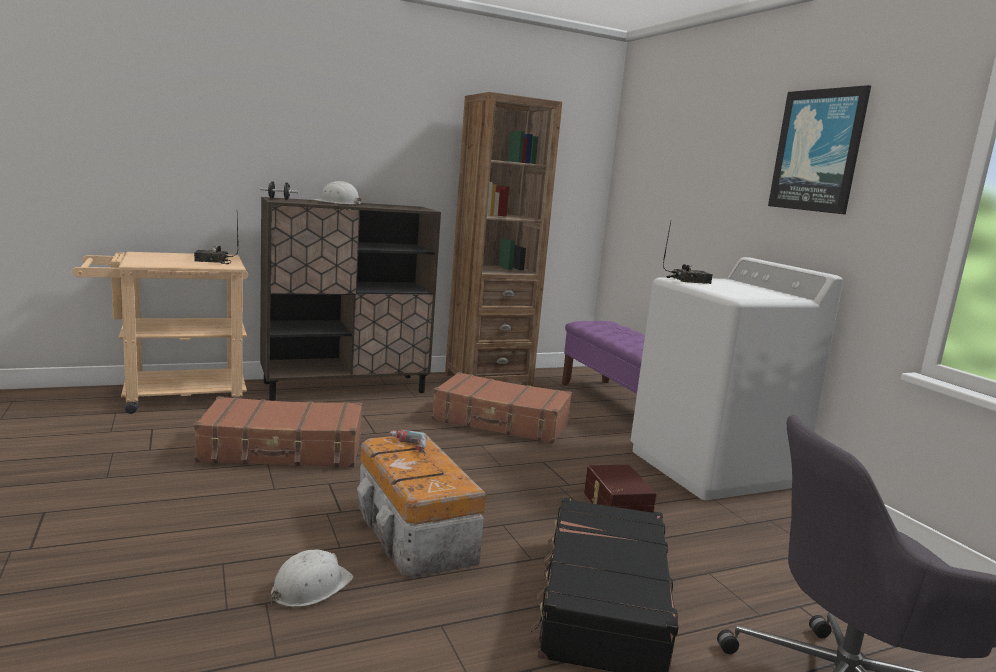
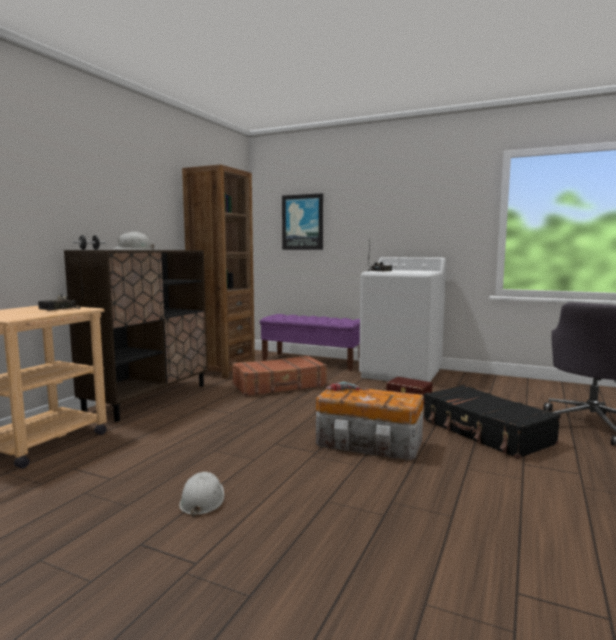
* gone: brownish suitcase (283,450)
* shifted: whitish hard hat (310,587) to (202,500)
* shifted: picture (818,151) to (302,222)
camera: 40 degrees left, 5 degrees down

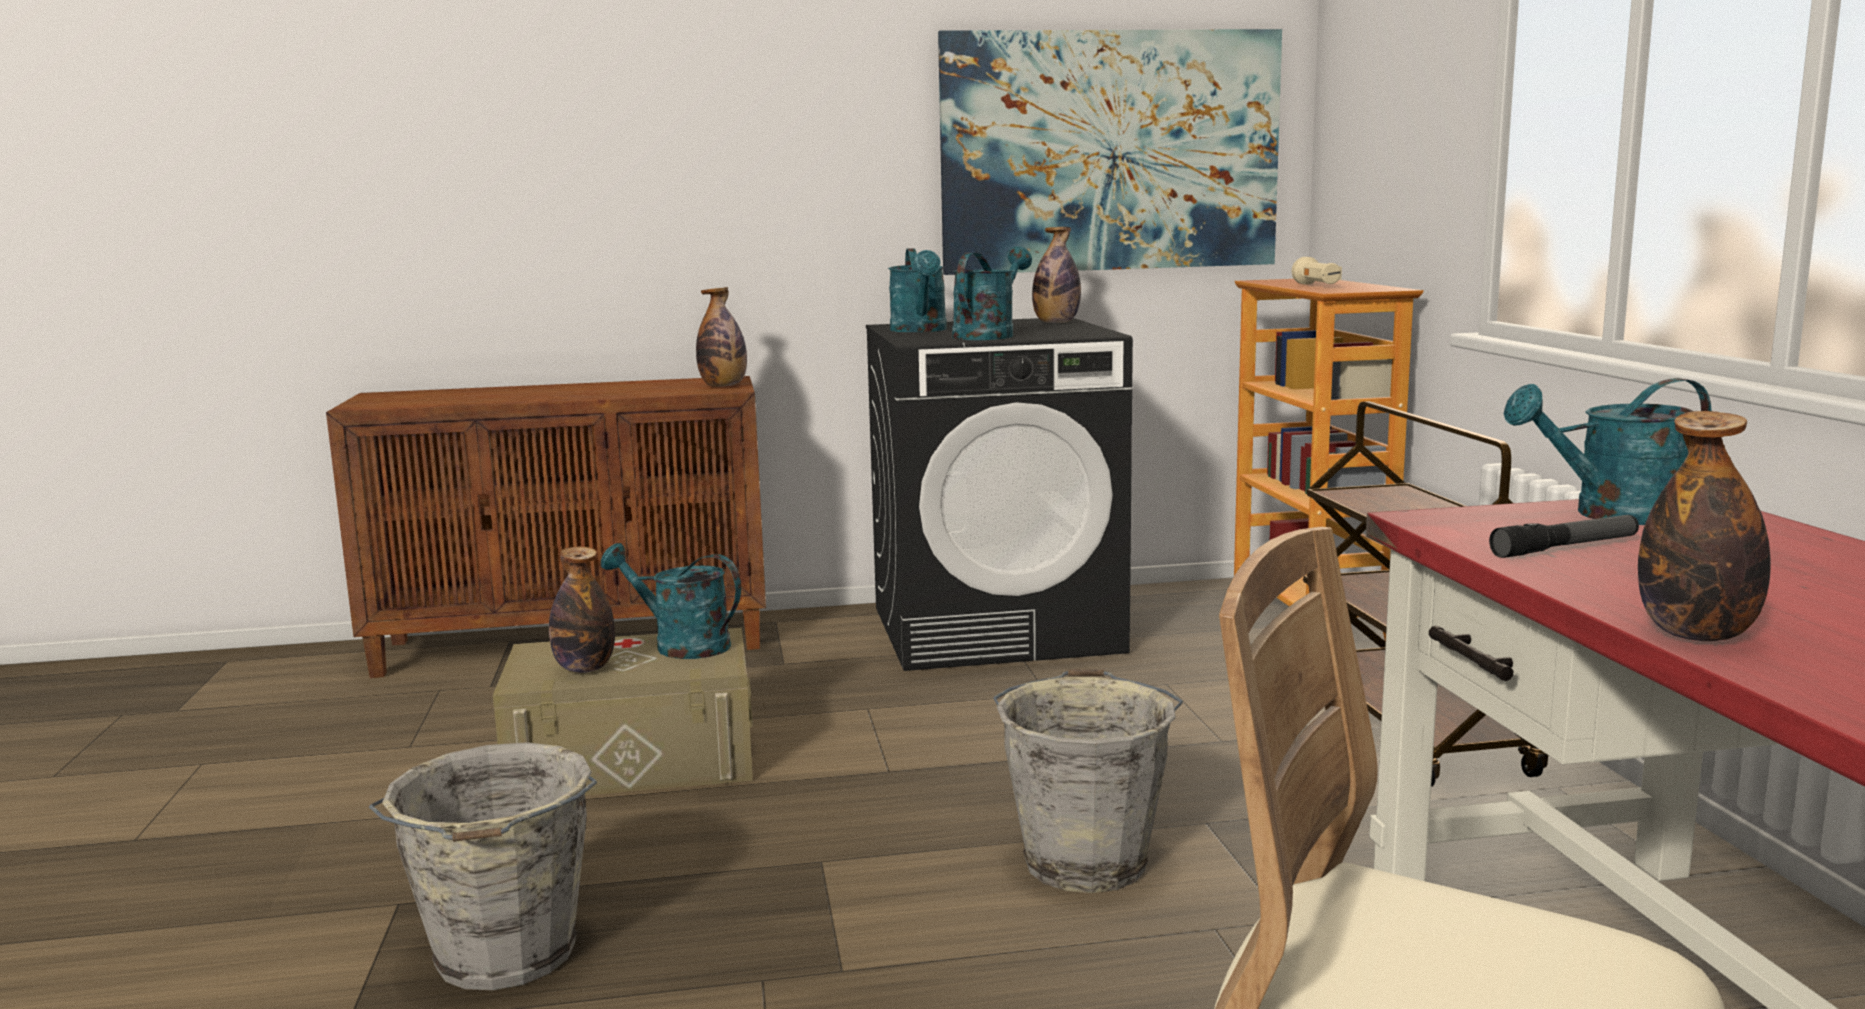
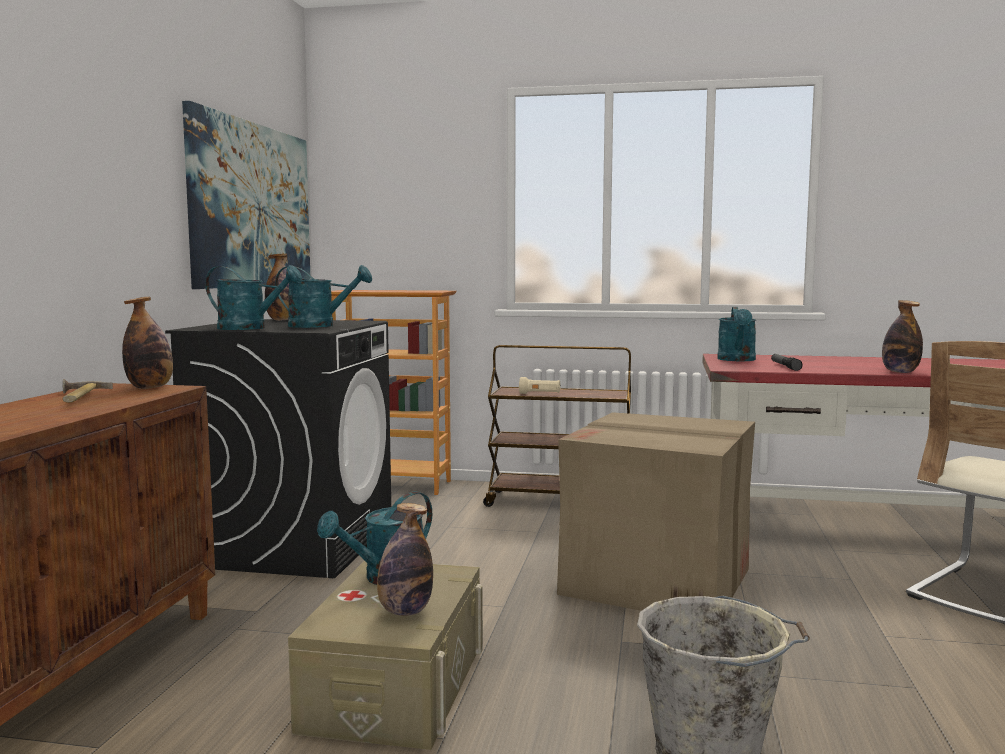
* new: tool hammer (77,398)
* shifted: beige-coloured torch (1317,286) to (540,394)
* swapped: greyish water bucket (1085,860) to carton (658,581)
* rotated: turquoise watering pot (989,335) = (320,326) 135 degrees clockwise
camera: 70 degrees left, 5 degrees down

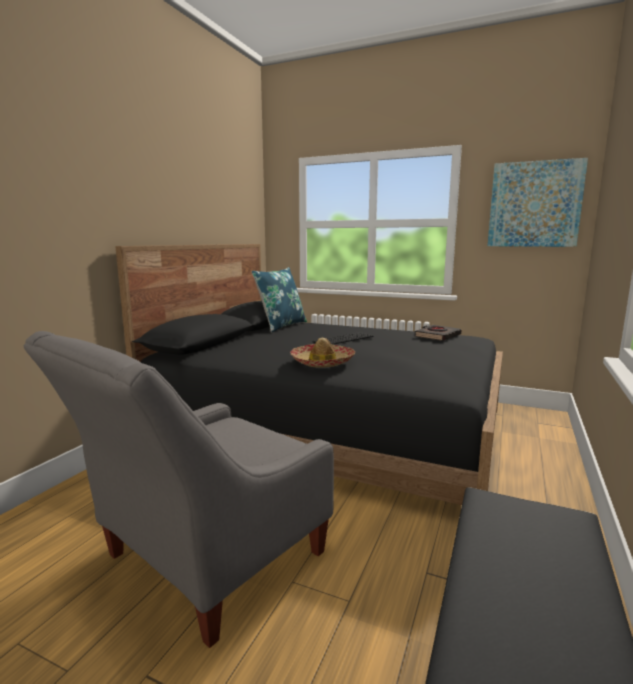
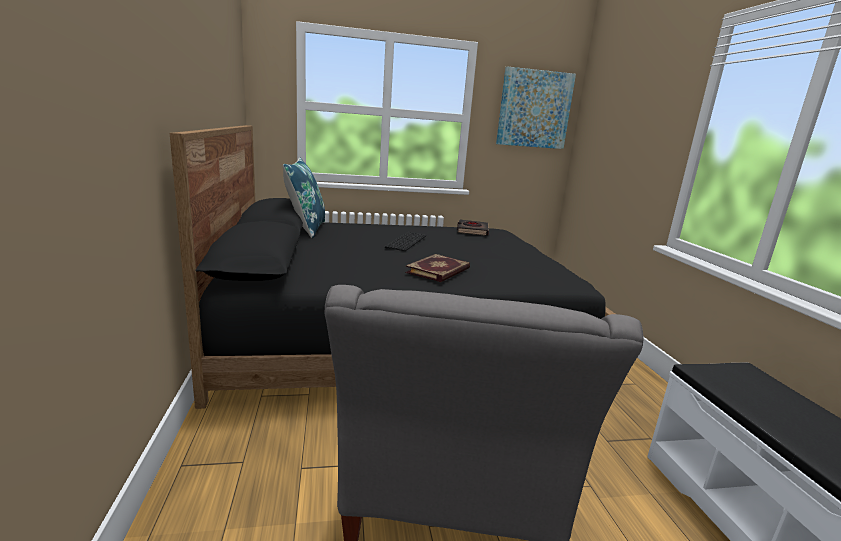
* swapped: clothing hat (322,362) to bound book (439,271)
camera: 35 degrees left, 5 degrees up

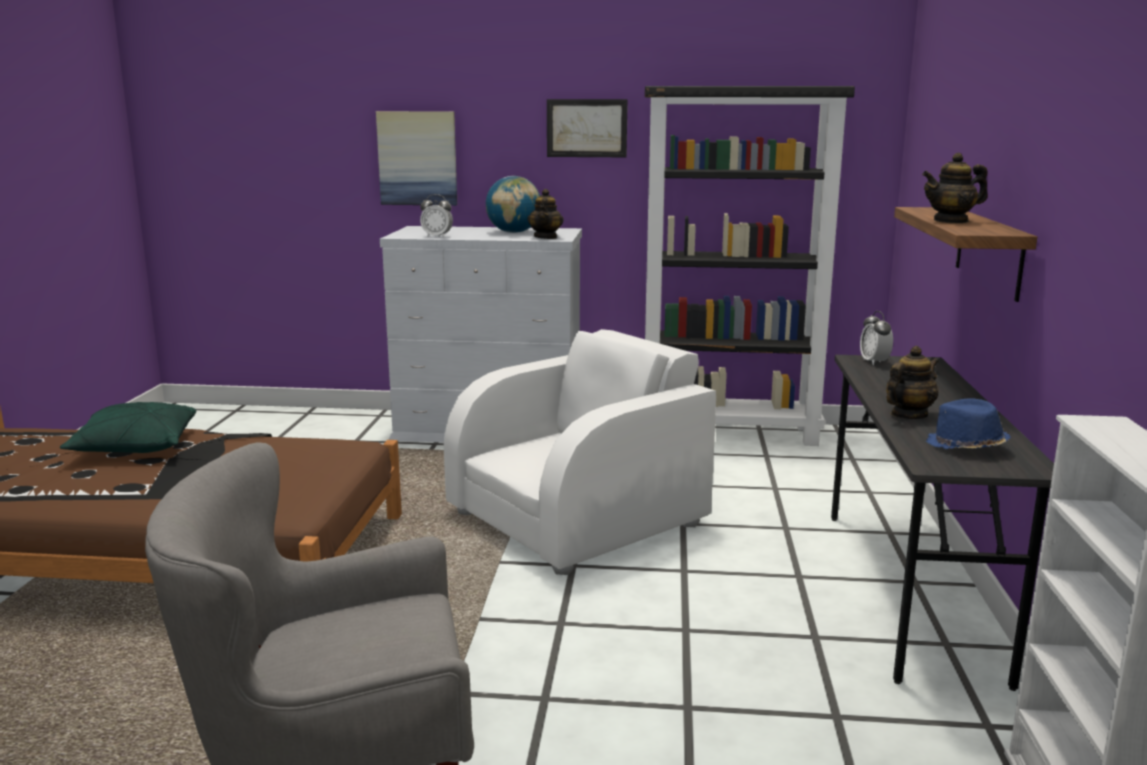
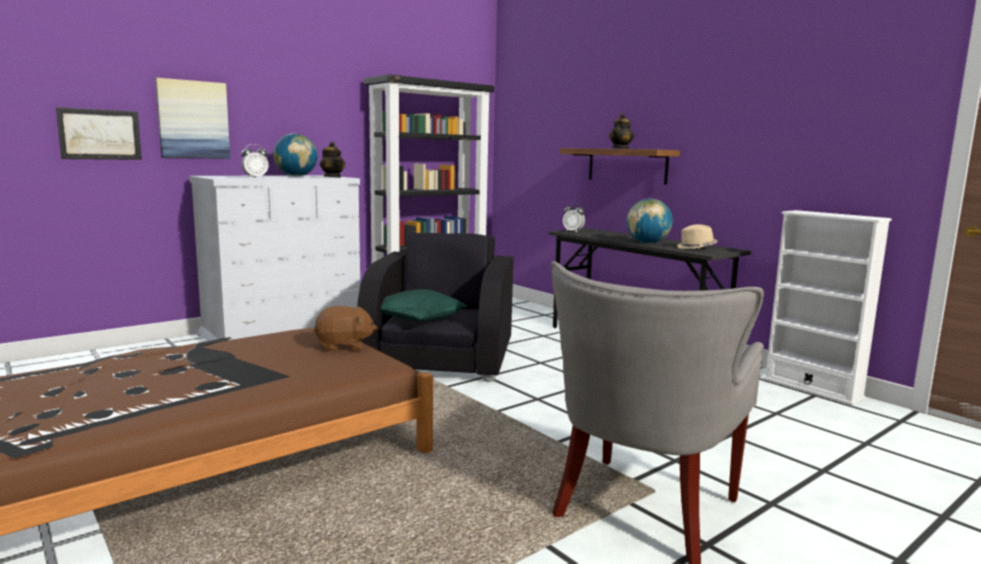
* new: brownish cuddly toy (344,346)
* shifted: green-coloured throw pillow (135,447) to (417,320)
* shifted: picture (586,128) to (100,134)
* swapped: tea pot (908,415) to world globe (647,243)
* repainted: whitish easy chair (578,518) to black-coloured easy chair (441,357)
* repainted: blue clothing hat (965,446) to beige-coloured clothing hat (696,248)
camera: 45 degrees left, 5 degrees down

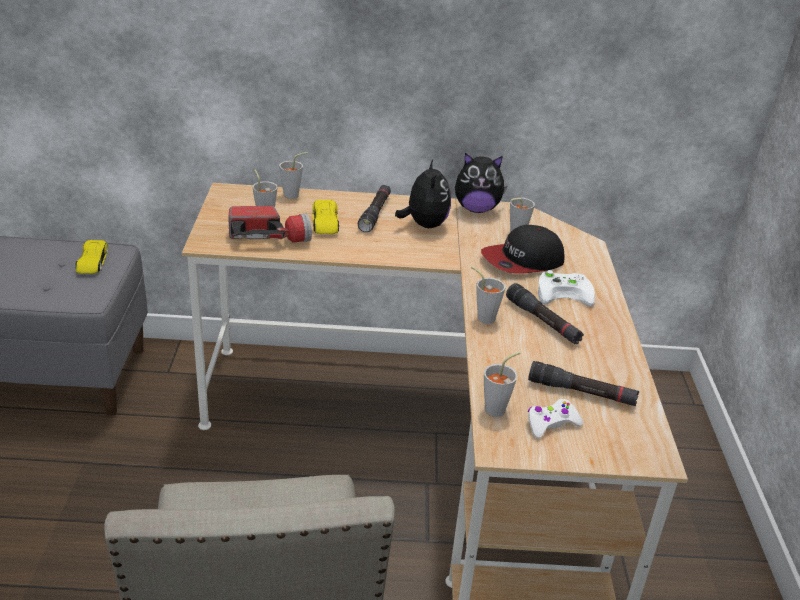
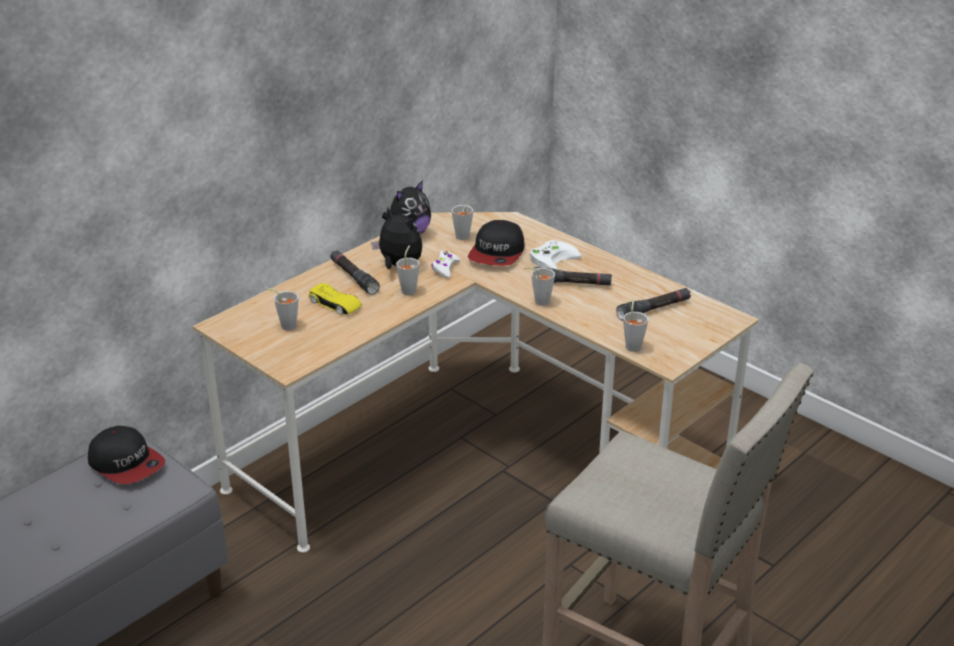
* gone: torch (269,238)
* shifted: greyish small cup (294,194) to (409,289)
* shifted: whitish game controller (551,424) to (445,268)
* swapped: yellowish model car (92,262) to baseball cap (126,463)
camera: 45 degrees left, 0 degrees up

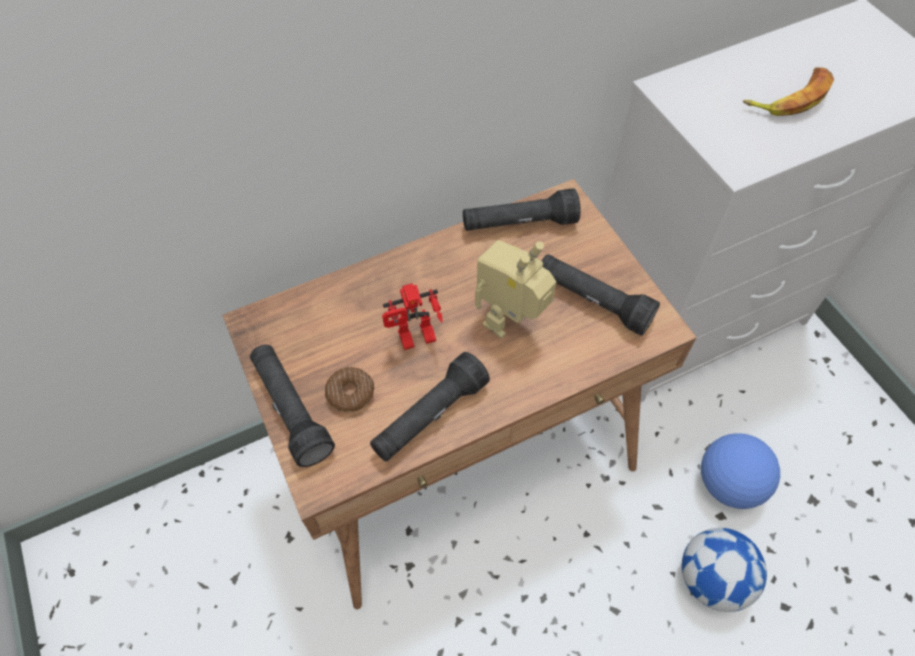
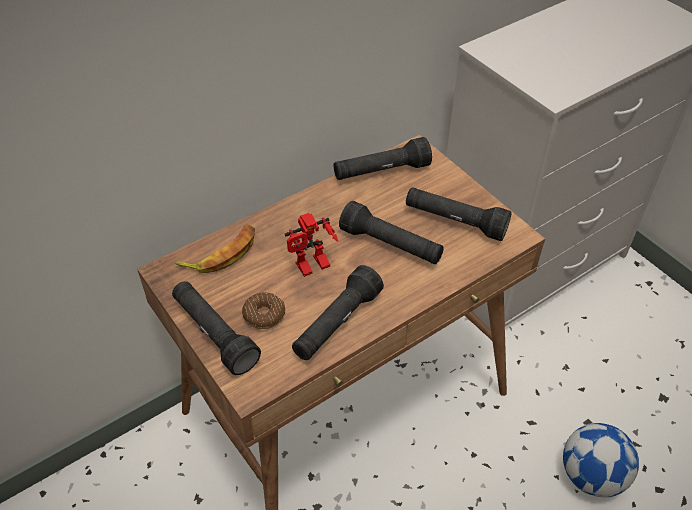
* gone: football (729,483)
* shifted: whole banana (790,97) to (222,253)
* swapped: robot figure (511,322) to black-coloured torch (391,245)
camera: 10 degrees left, 10 degrees down

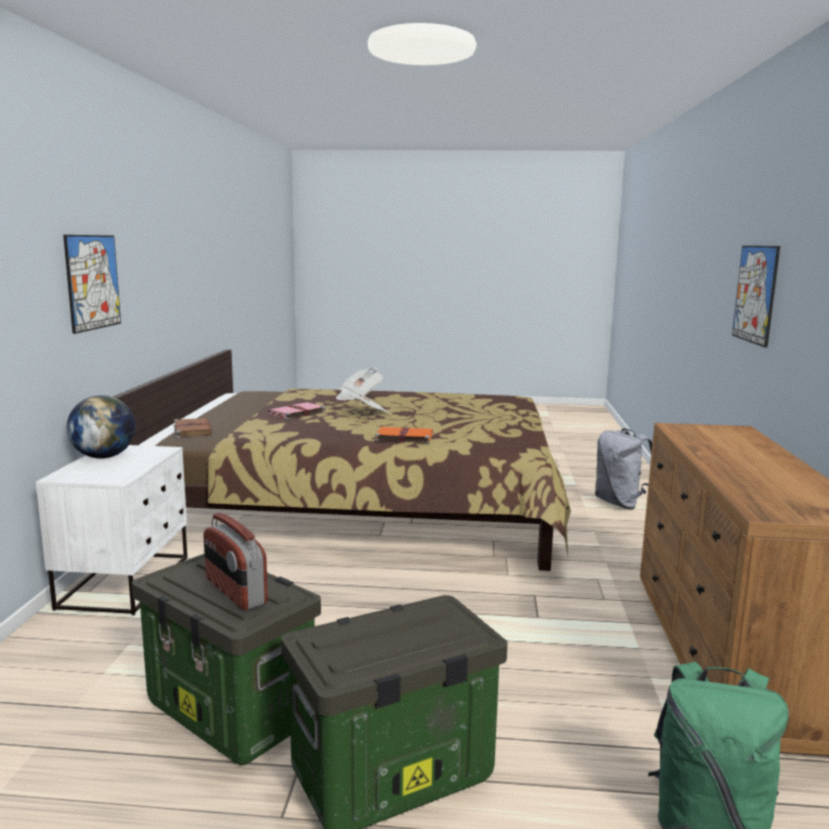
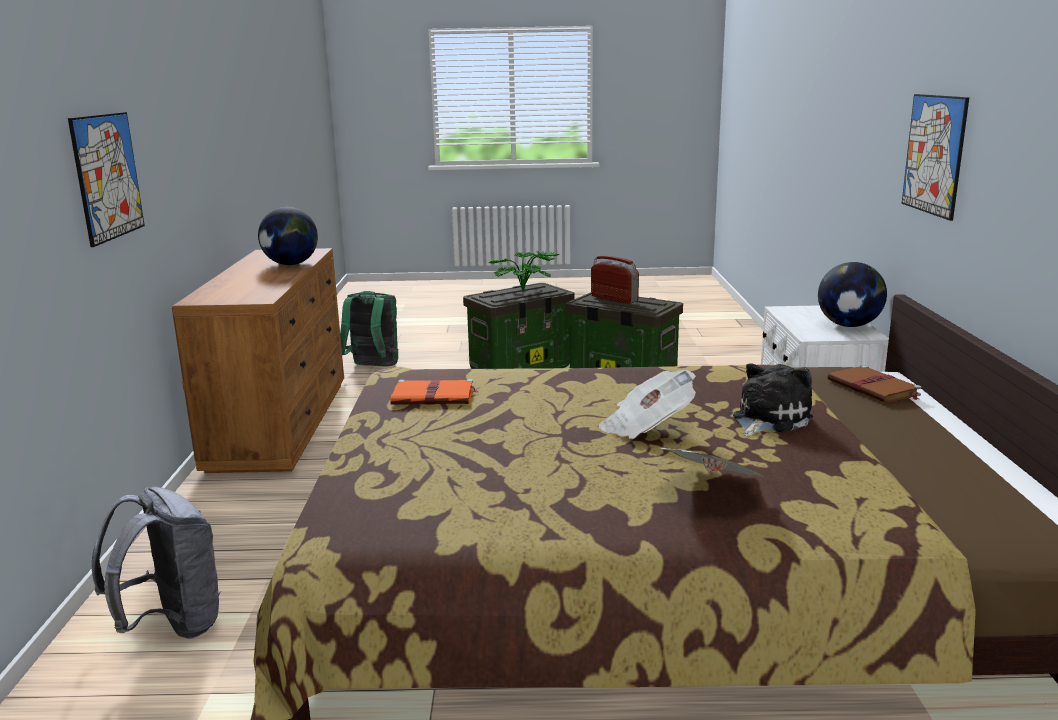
* new: world globe (291,264)
* new: houseplant (525,291)
* shifted: orange bound book (403,437) to (434,396)
* swapped: pink bound book (296,413) to cuddly toy (768,419)
camera: 175 degrees right, 5 degrees up

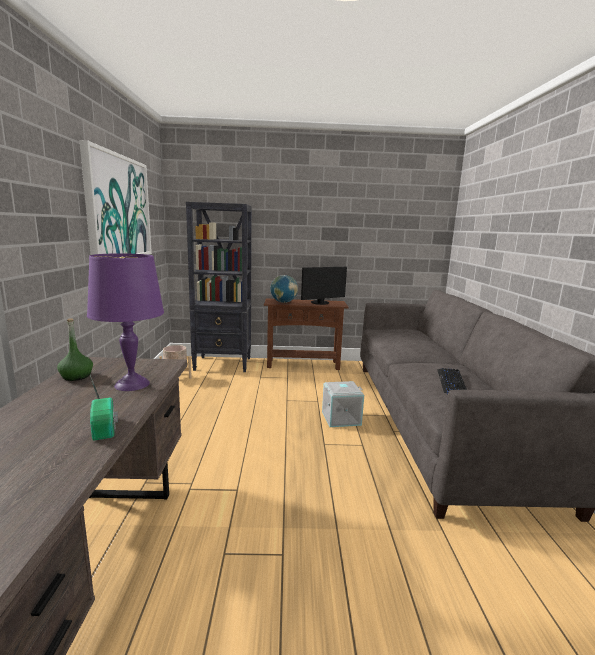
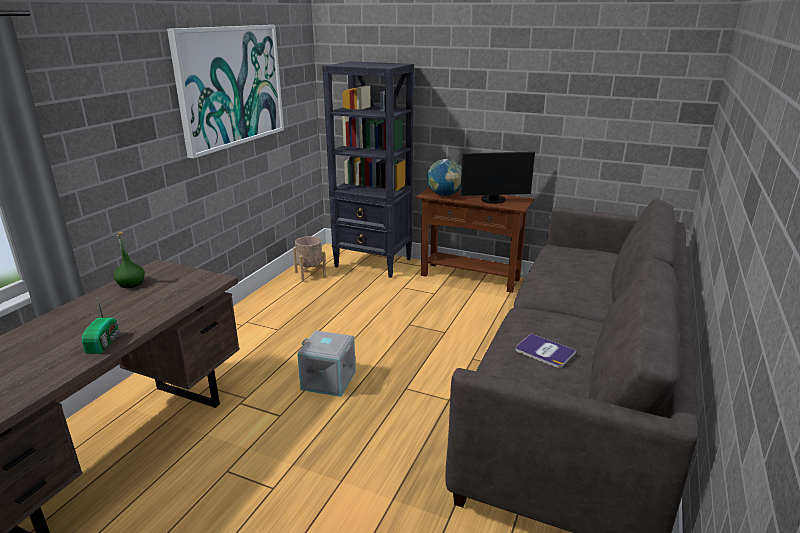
* gone: purplish tabletop lamp (131,384)
* shifted: greyish storage container (341,418) to (329,380)
* swapped: PC keyboard (452,382) to bound book (544,351)
camera: 25 degrees right, 10 degrees up

